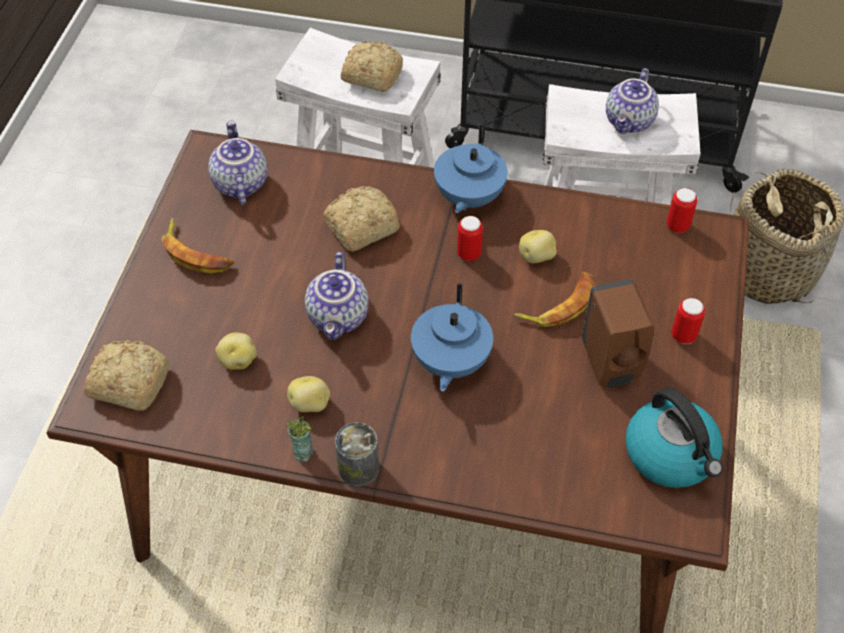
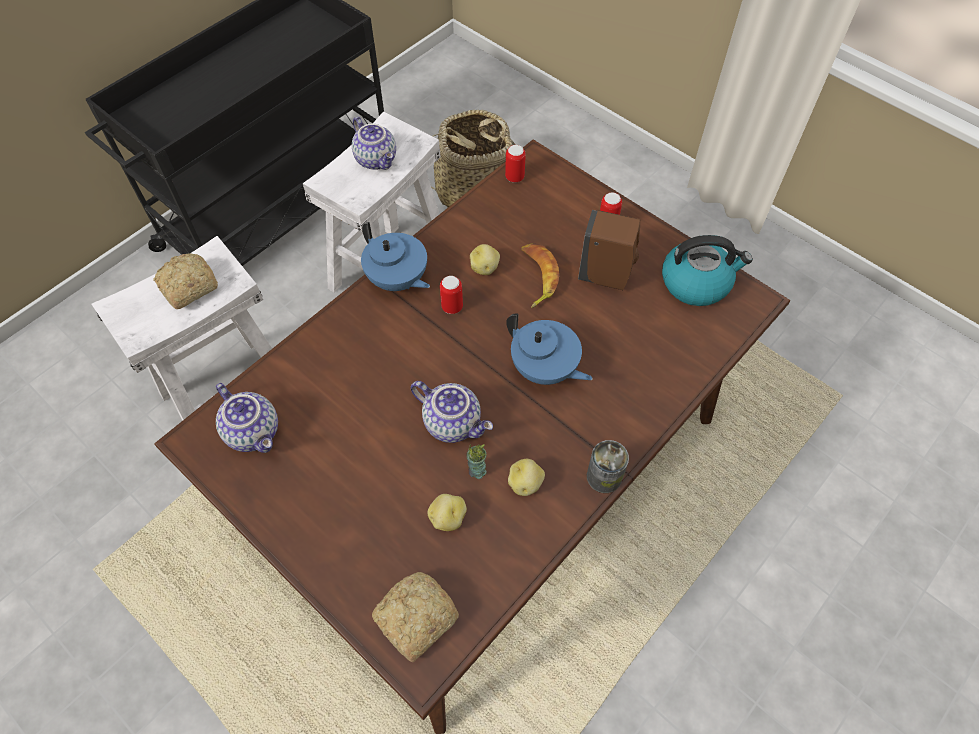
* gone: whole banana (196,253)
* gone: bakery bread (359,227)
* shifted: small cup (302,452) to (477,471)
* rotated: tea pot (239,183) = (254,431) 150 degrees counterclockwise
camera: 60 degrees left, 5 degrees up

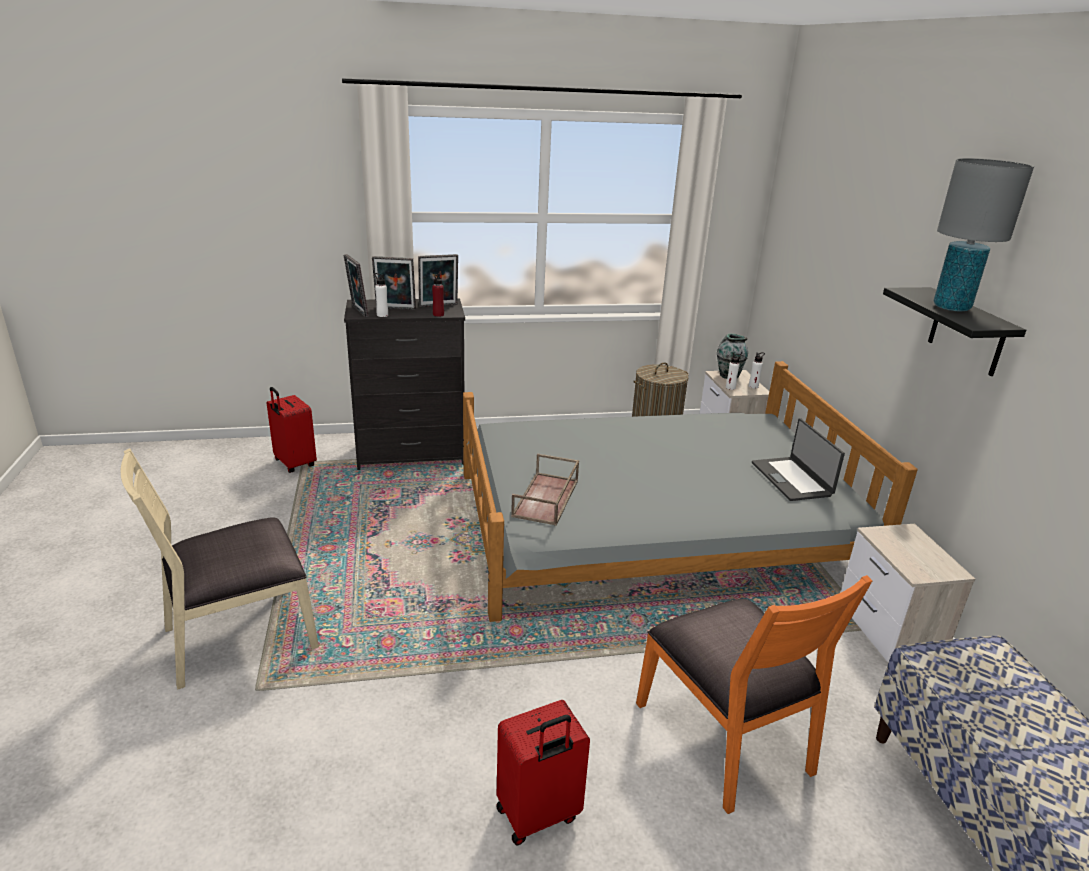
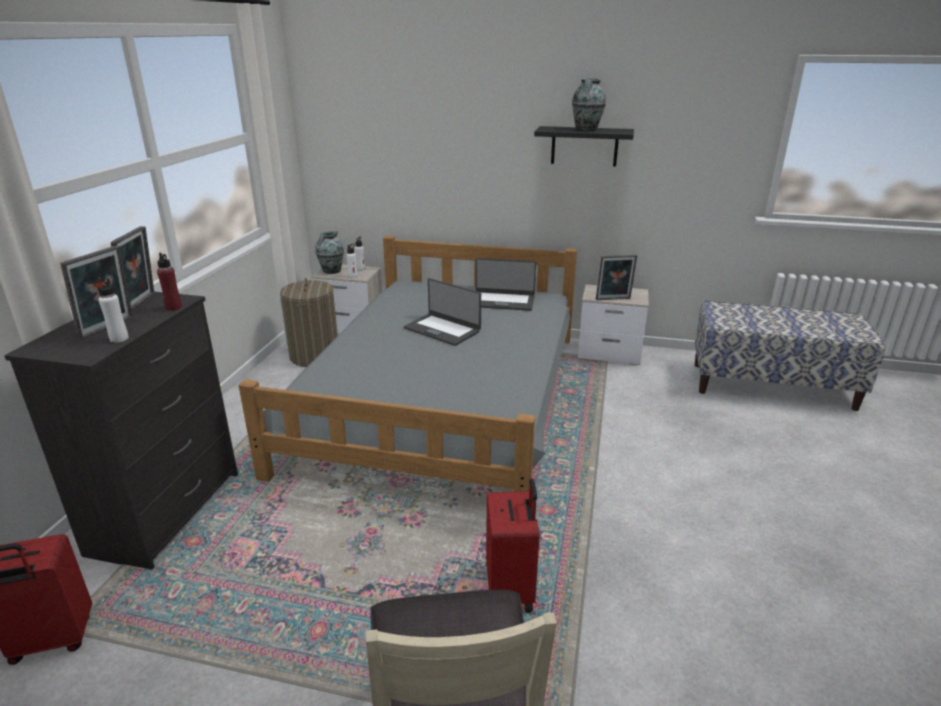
* gone: brownish carrying tray (546,499)
* gone: orange upright chair (726,737)
* new: notebook computer (442,329)
* shifted: standing frame (357,311) to (613,299)
* shifted: red suitcase (538,816) to (511,590)
* swapped: greyish tabletop lamp (951,307) to decorative vase (586,129)
camera: 65 degrees left, 0 degrees up

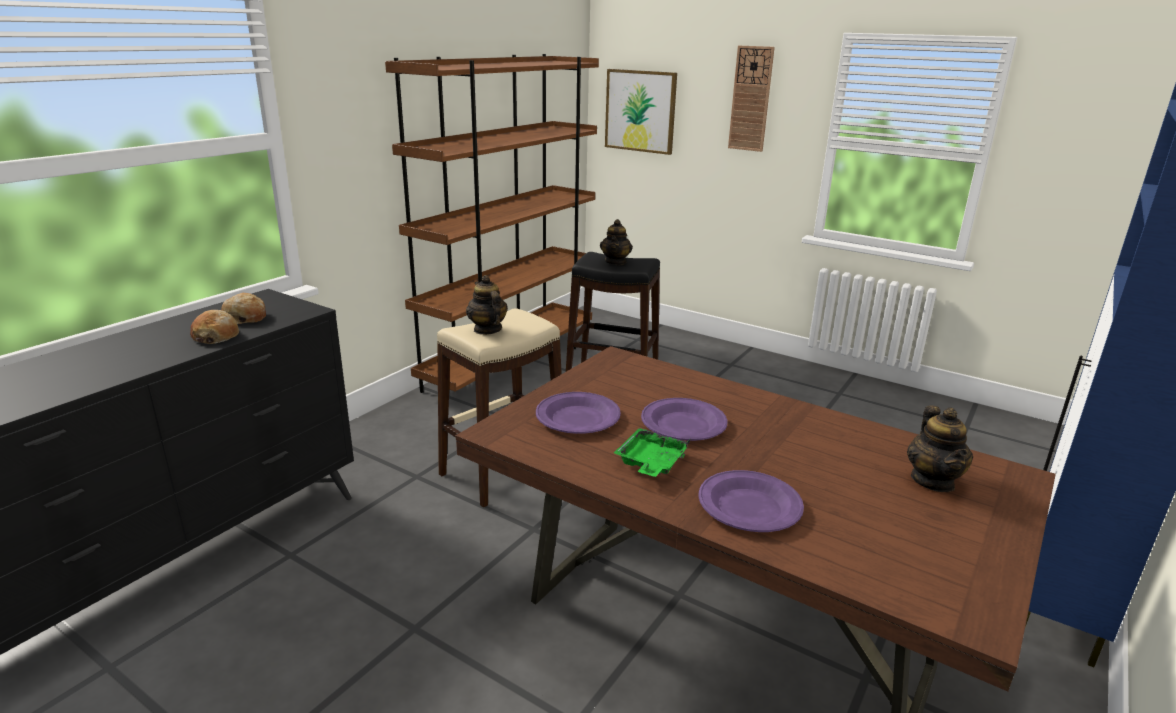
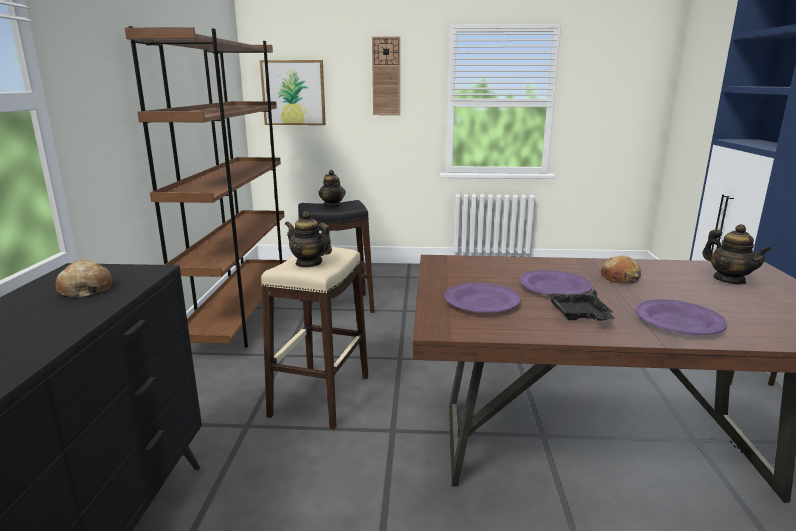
* shifted: bakery bread (216,336) to (620,278)
* repainted: green-coloured carrying tray (650,463) to black-coloured carrying tray (579,315)
camera: 30 degrees left, 5 degrees down

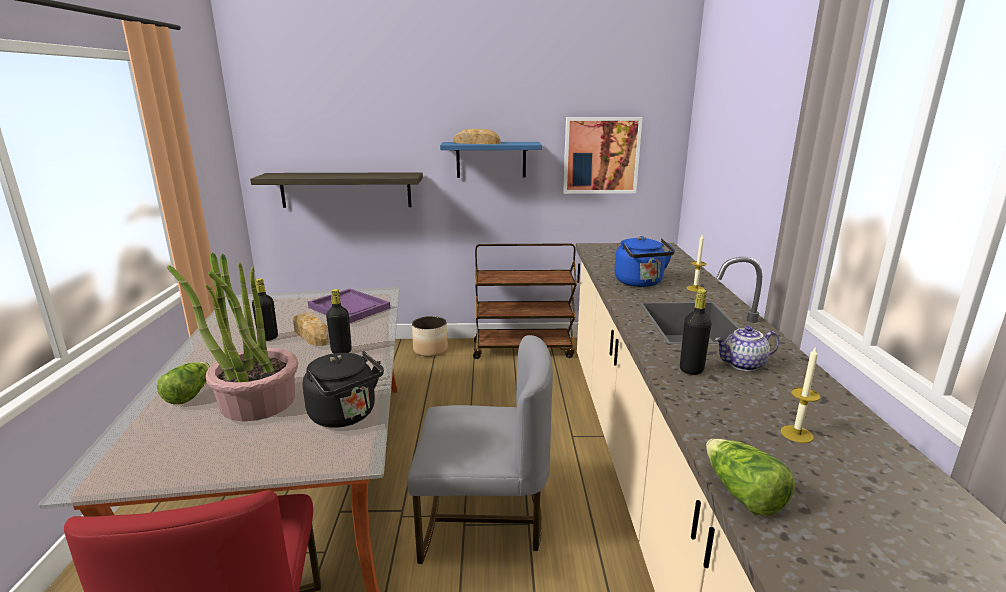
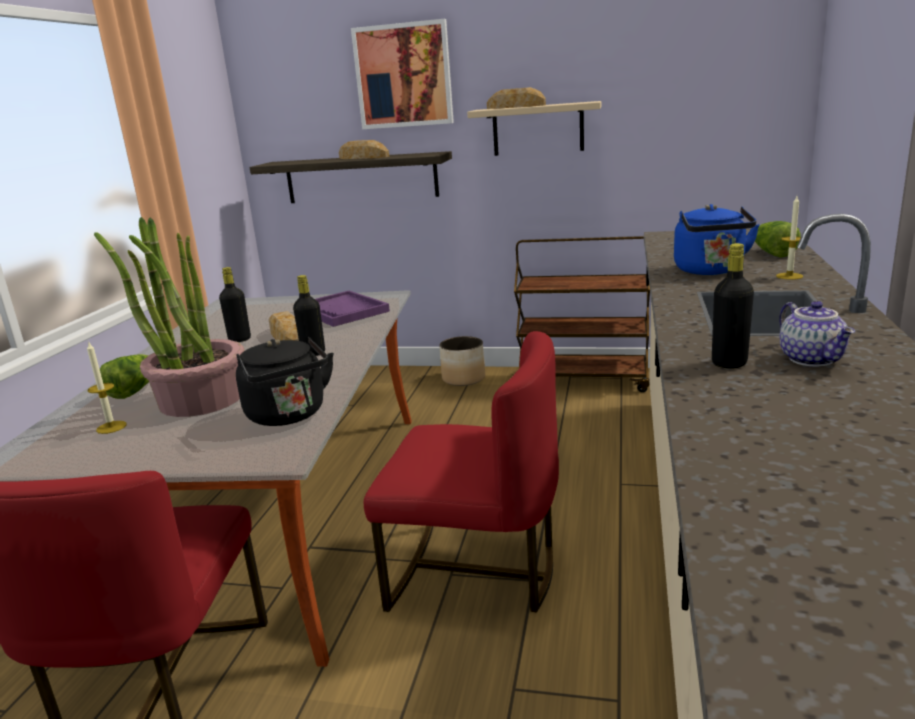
* new: bakery bread (363,157)
* shifted: picture (601,155) to (403,76)
* shifted: head of lettuce (742,494) to (772,253)
* shifted: candle (796,434) to (111,427)
* repainted: greyish upright chair (482,521) to red upright chair (475,572)
* repainted: blue wall shelf (491,159) to beige-coloured wall shelf (538,129)
* rotated: tea pot (743,365) = (813,359) 105 degrees counterclockwise
camera: 15 degrees right, 0 degrees up

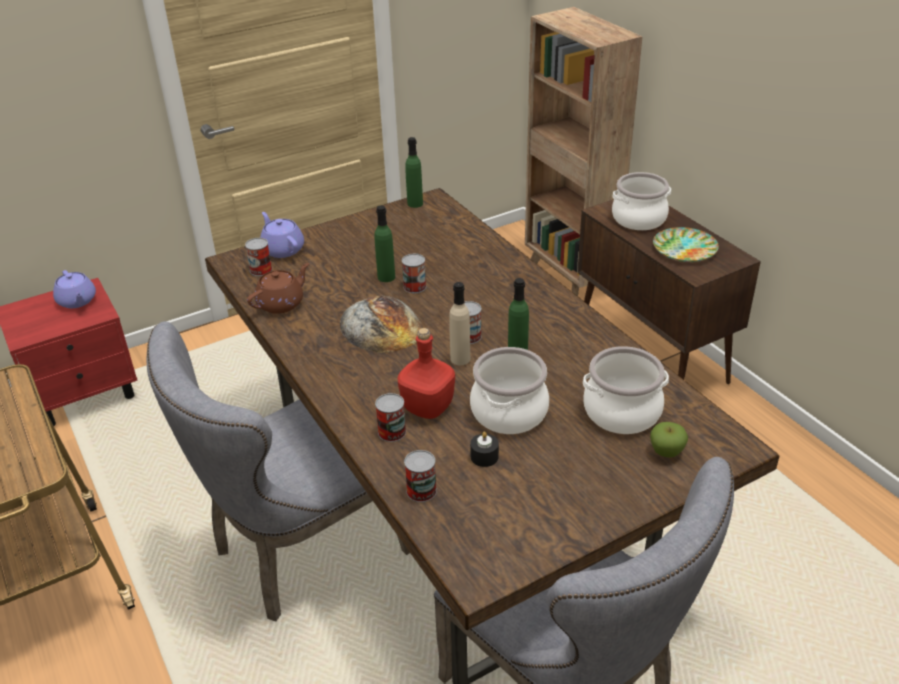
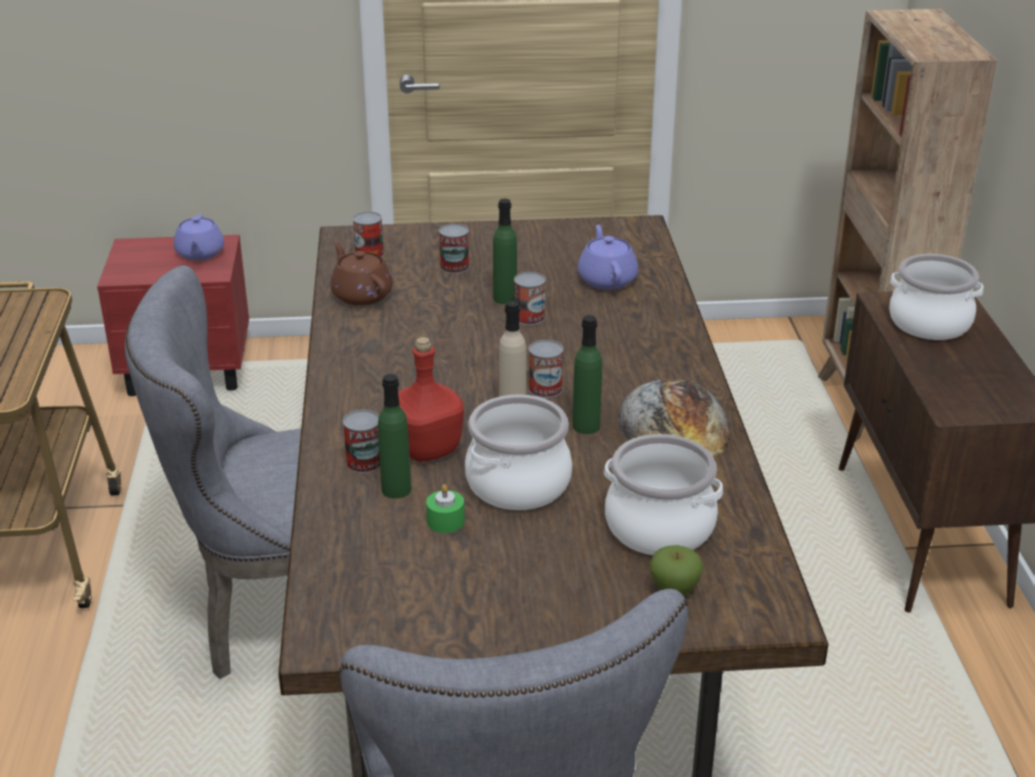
* gone: flat dish (684,249)
* shifted: purplish tea pot (282,249) to (607,279)
* shifted: bakery bread (381,326) to (674,423)
* shifted: sealed can (421,491) to (454,267)
* shifted: green-coloured beverage bottle (415,203) to (396,489)
* repainted: black-coloured candle (484,456) to green-coloured candle (445,521)
* rotated: brownish tea pot (281,303) = (361,295) 105 degrees counterclockwise
camera: 25 degrees right, 5 degrees down

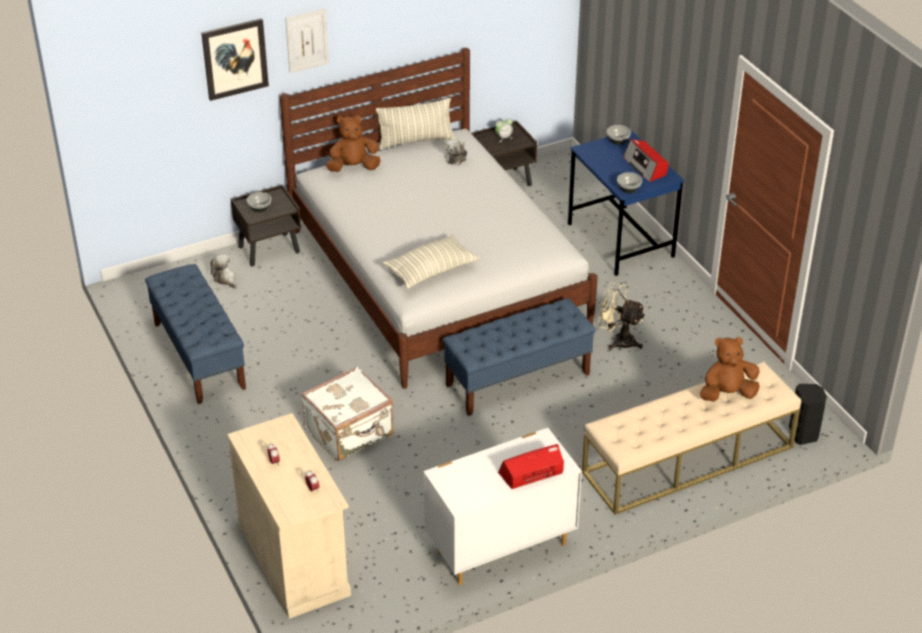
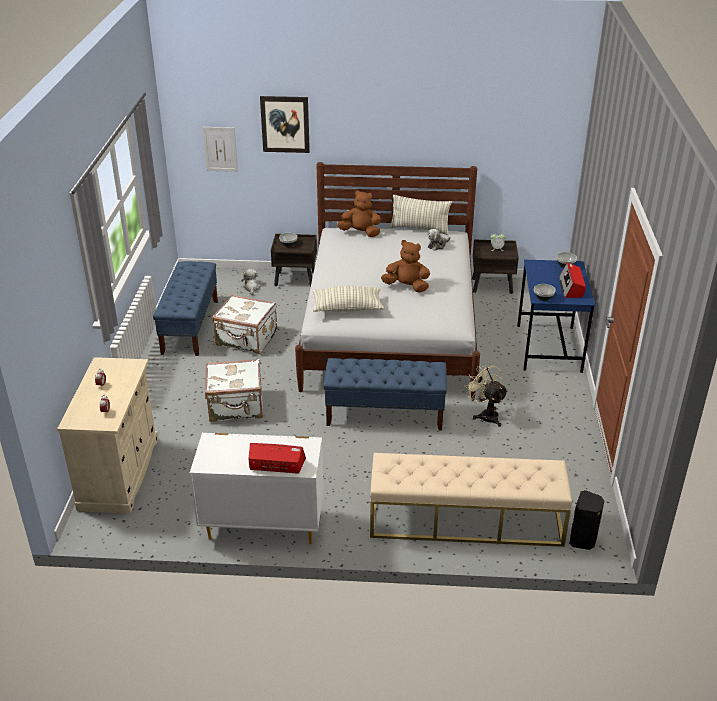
* new: whitish suitcase (246,339)
* shifted: picture (307,40) to (220,149)
* shifted: brownish cuddly toy (727,394) to (406,287)
camera: 30 degrees right, 5 degrees down

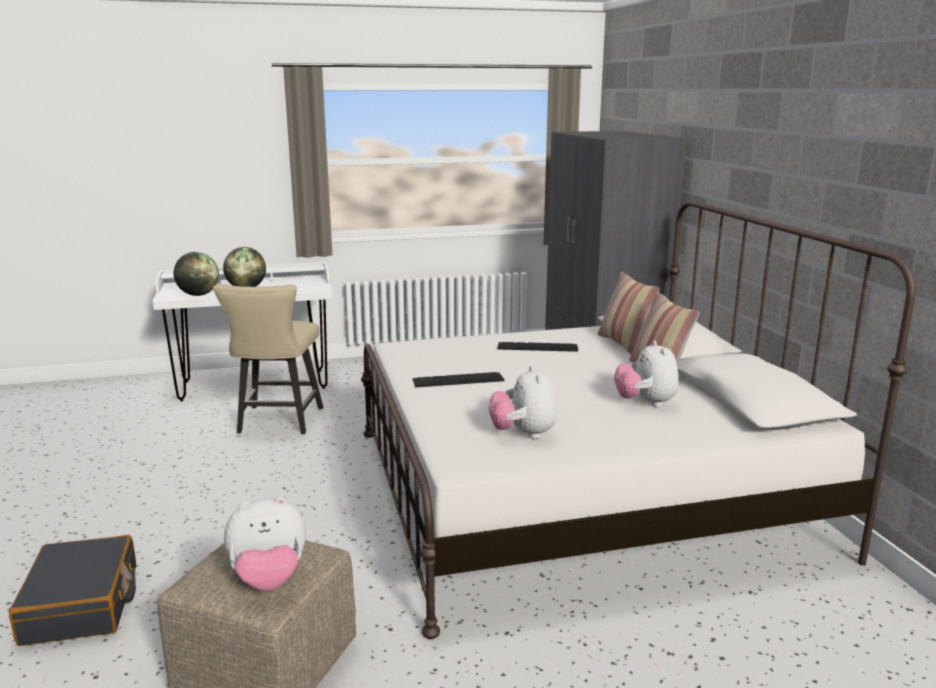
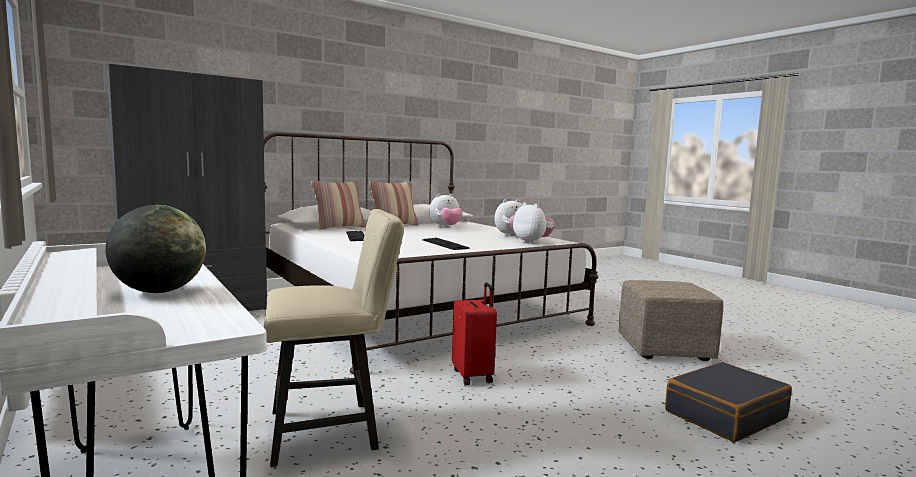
* gone: world globe (198,295)
* new: red suitcase (473,376)
* shifted: cuddly toy (269,580) to (532,242)
camera: 110 degrees left, 10 degrees down

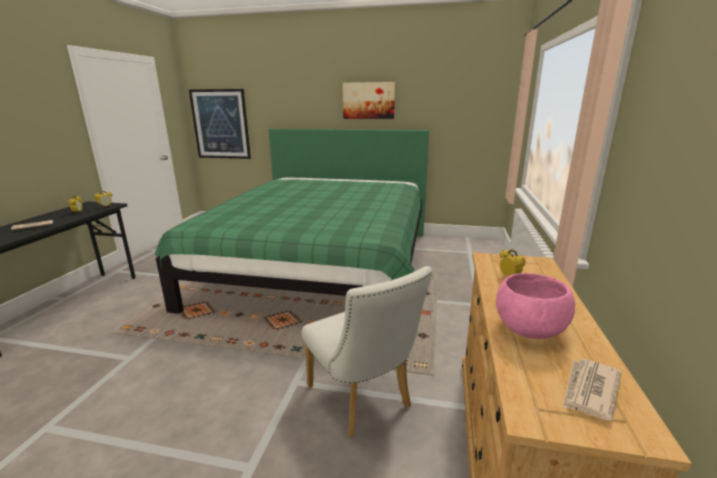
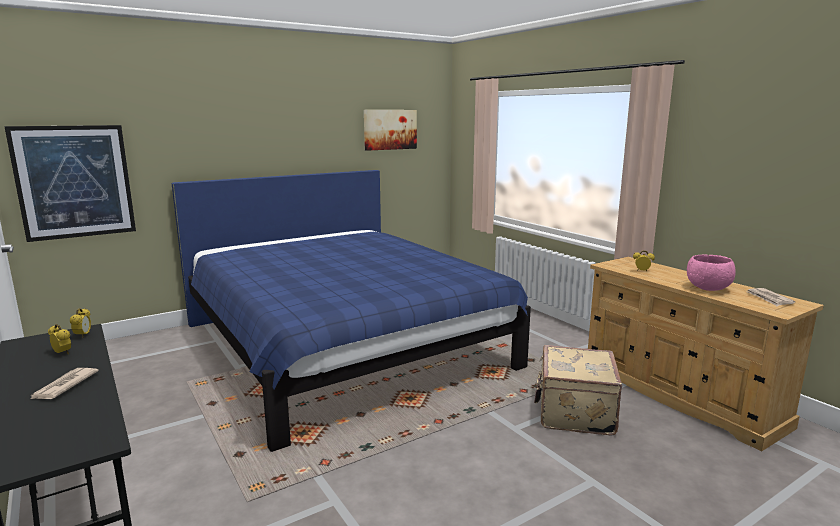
* shifted: picture (368,100) to (390,129)
* swapped: whitish upright chair (363,401) to beige-coloured suitcase (574,412)
* repainted: green-coloured bed (321,266) to blue bed (342,345)
camera: 45 degrees left, 5 degrees down

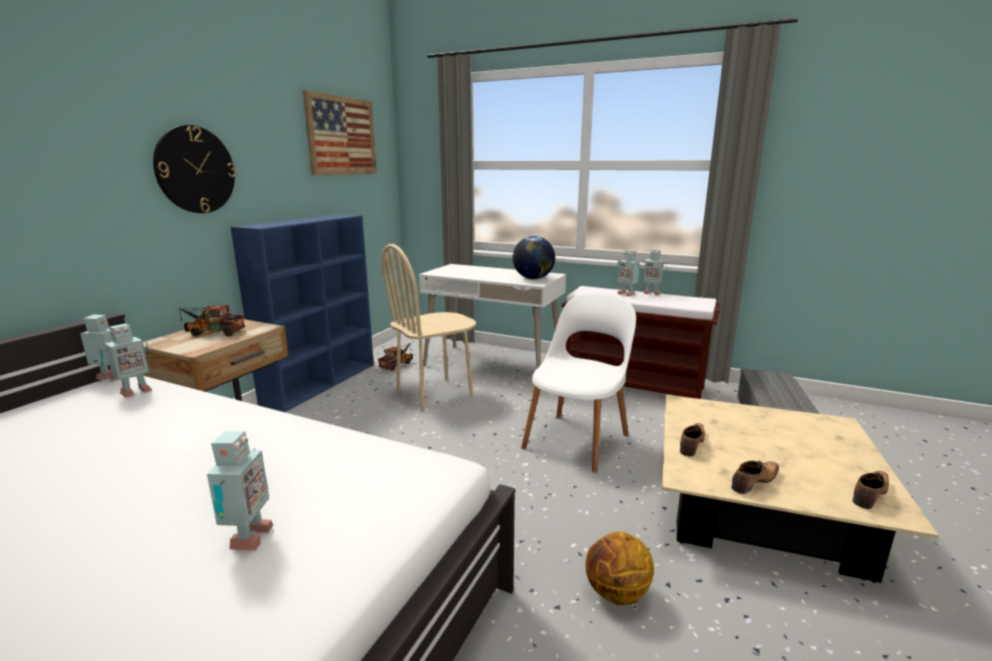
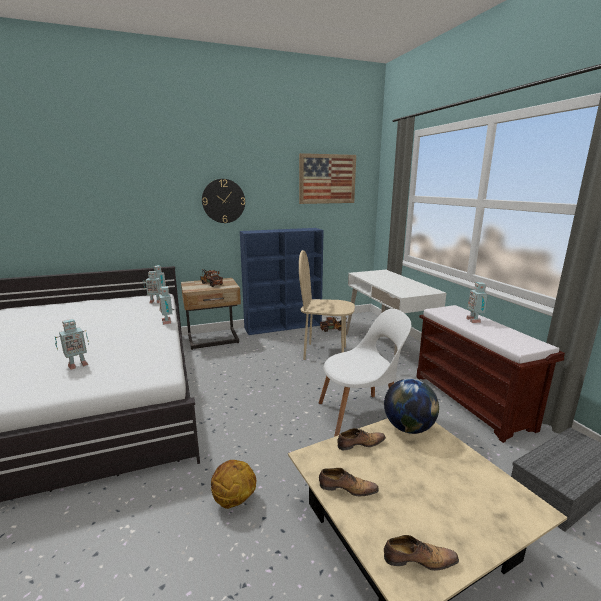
* shifted: world globe (533,279) to (408,428)
* shifted: robot figure (651,293) to (168,322)
camera: 45 degrees right, 0 degrees up

